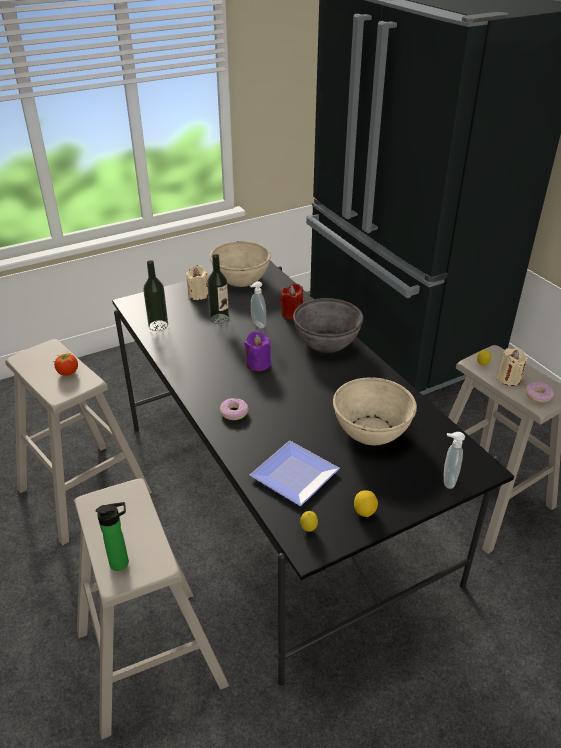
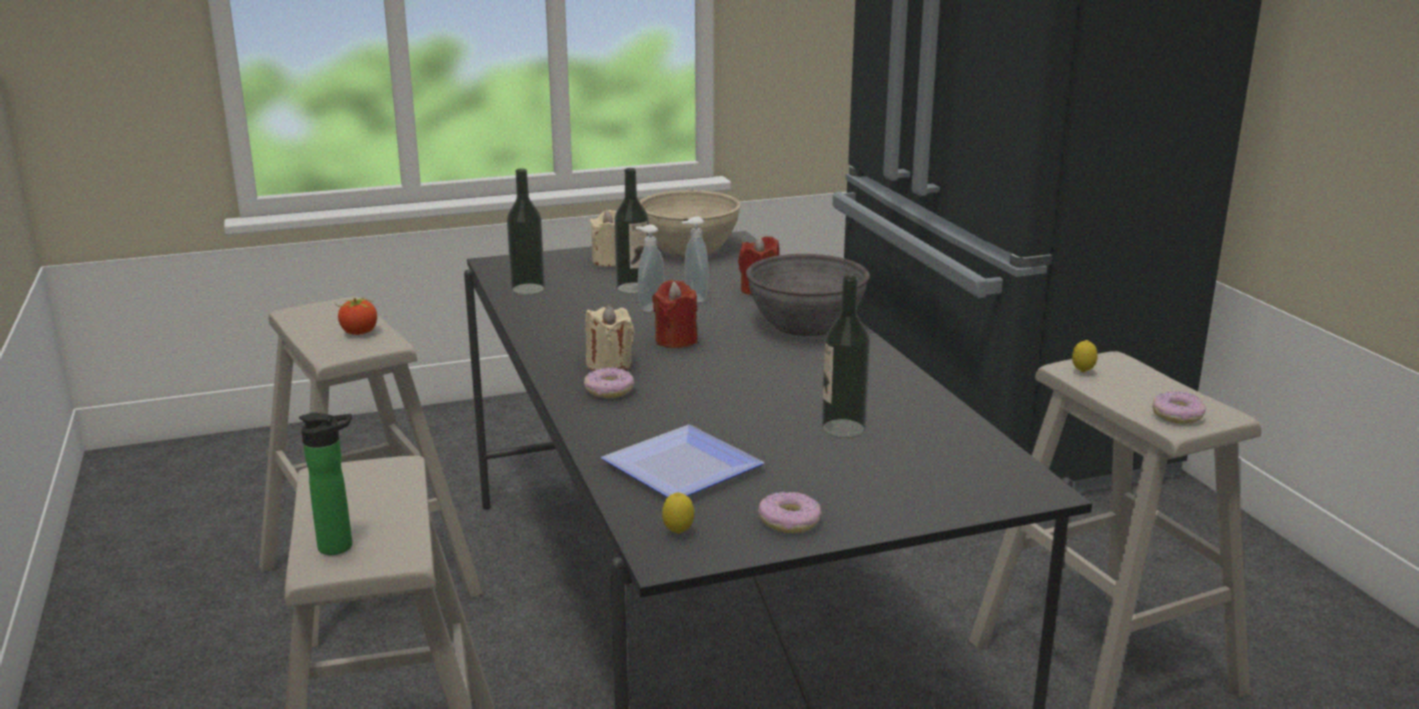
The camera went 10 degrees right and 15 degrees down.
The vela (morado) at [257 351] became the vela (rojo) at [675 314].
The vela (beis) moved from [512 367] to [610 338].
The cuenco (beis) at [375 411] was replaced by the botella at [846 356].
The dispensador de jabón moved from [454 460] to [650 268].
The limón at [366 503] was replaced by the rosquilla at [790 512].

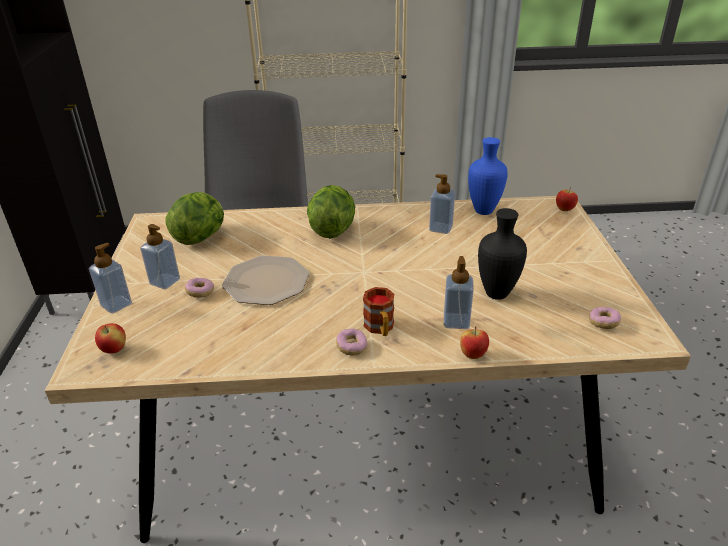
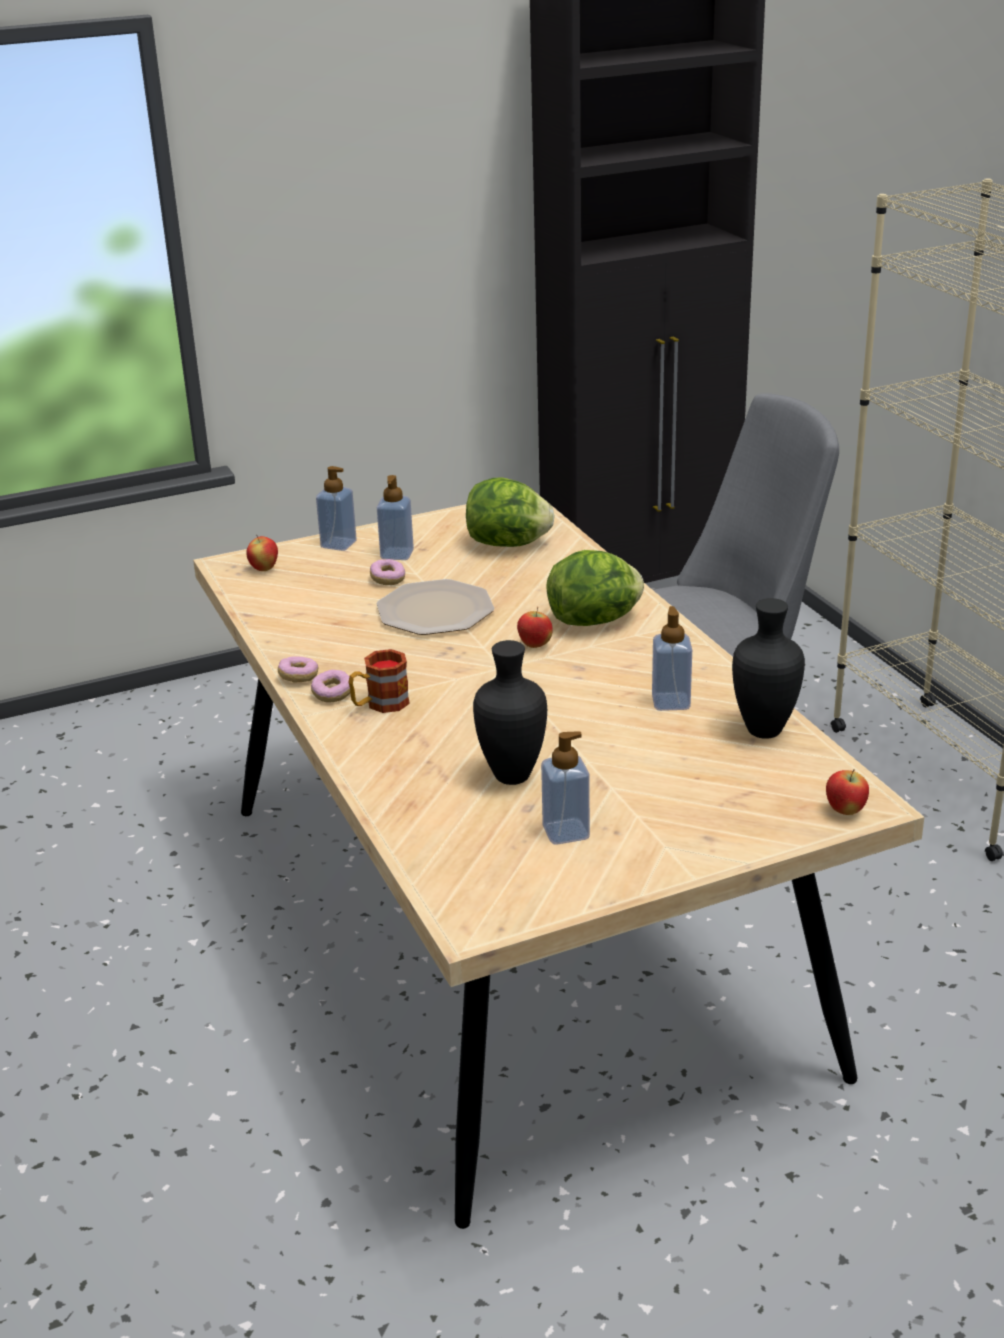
The camera went 70 degrees right and 5 degrees down.
The florero (azul) at [488 176] became the florero (negro) at [768 668].
The dispensador de jabón moved from [459 292] to [565 788].
The rosquilla moved from [605 318] to [298 669].
The manzana moved from [474 342] to [535 627].

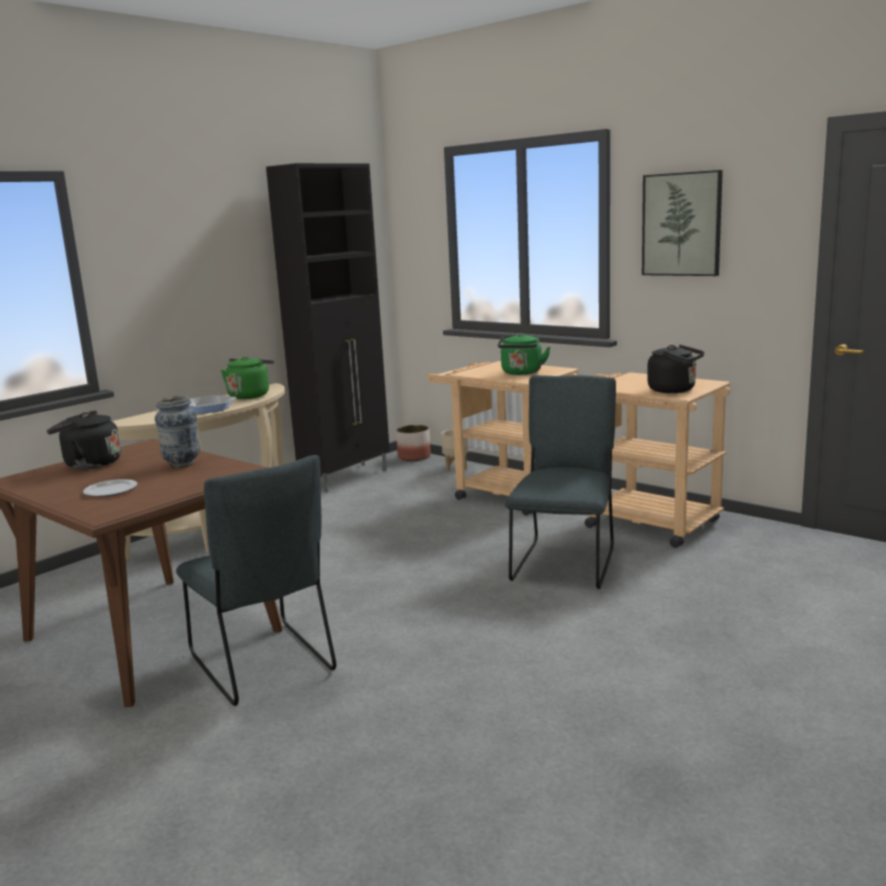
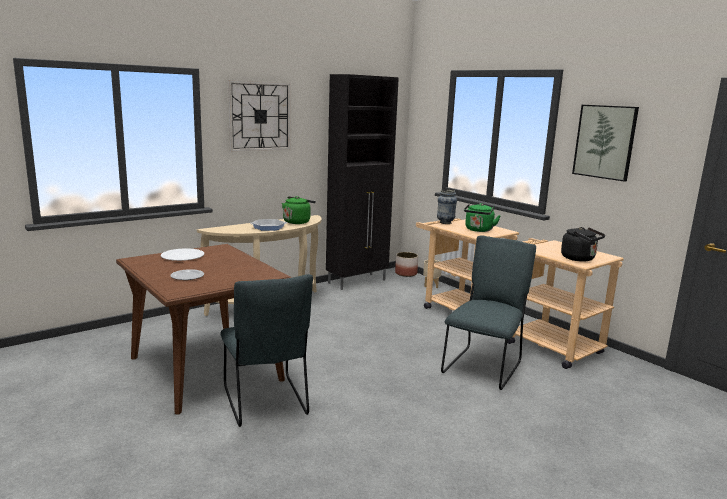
The camera went 10 degrees right and 0 degrees up.
The florero moved from [177 432] to [447 207].
The hervidor (negro) at [84 439] was replaced by the plato (blanco) at [182 254].
The reloj de pared at [259 116] appeared.

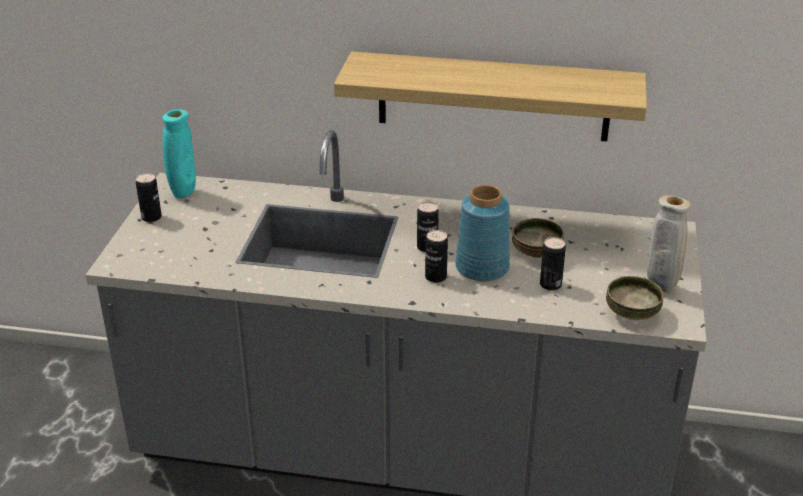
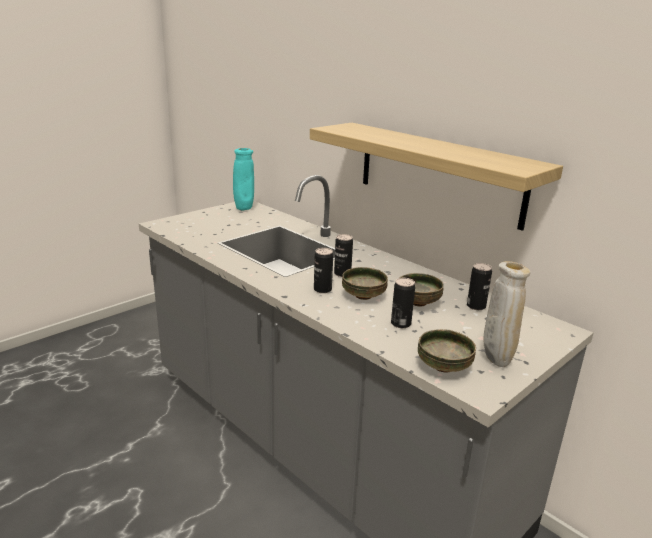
The camera went 35 degrees right and 10 degrees down.
The lata moved from [149 197] to [479 286].
The florero (azul) at [482 233] was replaced by the cuenco at [365 283].

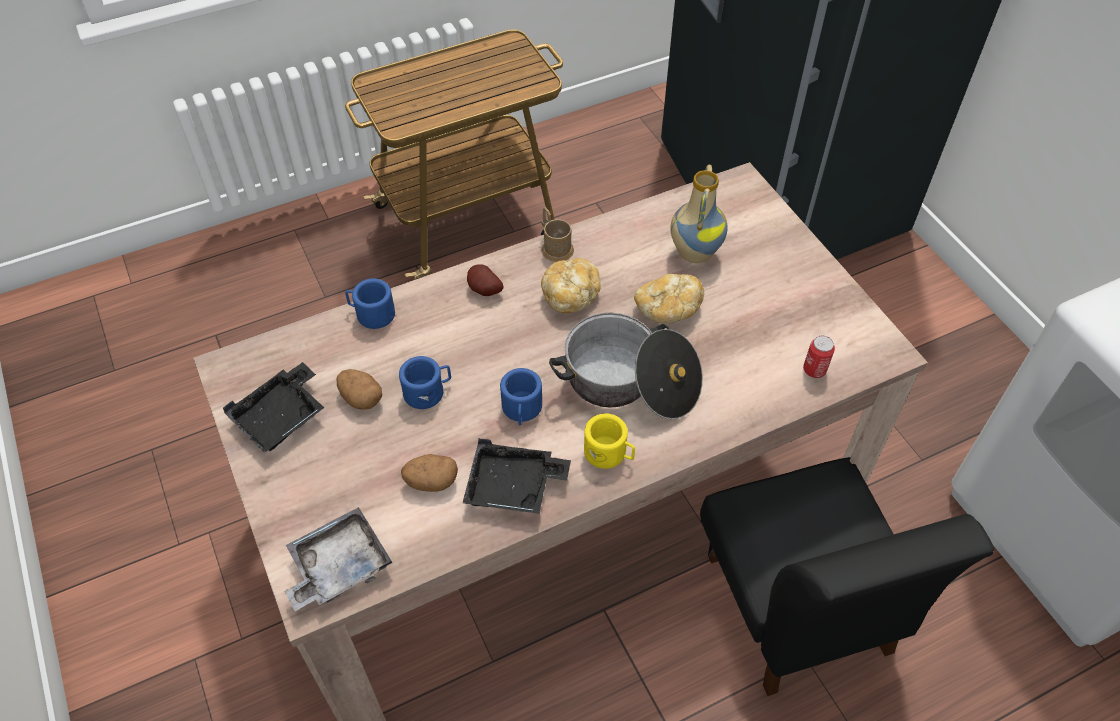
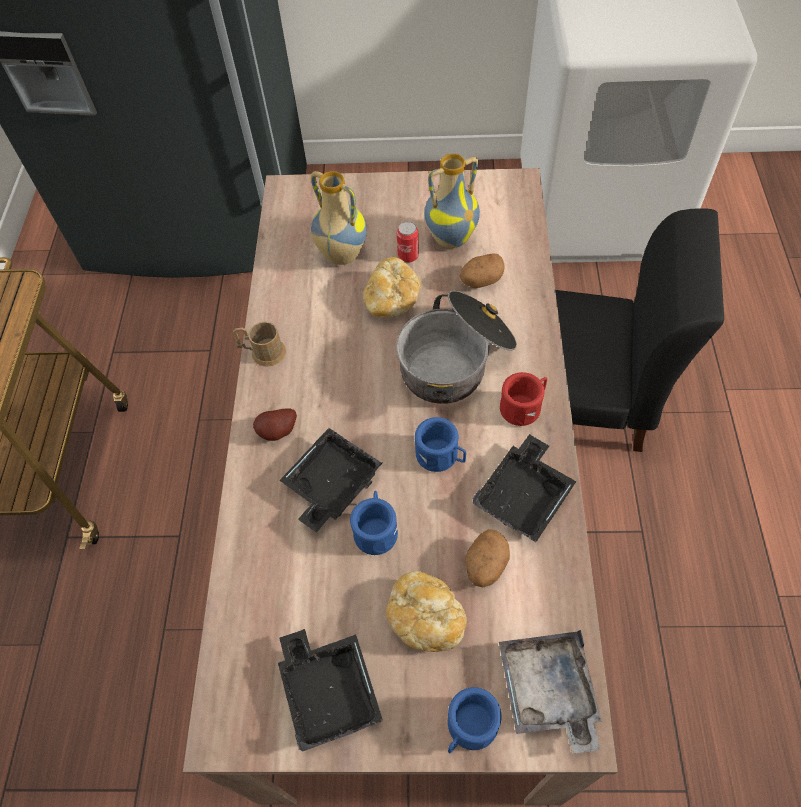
The camera went 60 degrees left and 5 degrees up.
The pan moved from [571 285] to [426 611].
The taza grande (azul) moved from [370 303] to [475 720].
The lata moved from [819 357] to [407 242].
The patata moved from [359 389] to [482 270].
The taza grande (amarillo) at [609 441] became the taza grande (rojo) at [523 399].
The florero at [452 201] appeared.
The bandeja (negro) at [331 480] appeared.

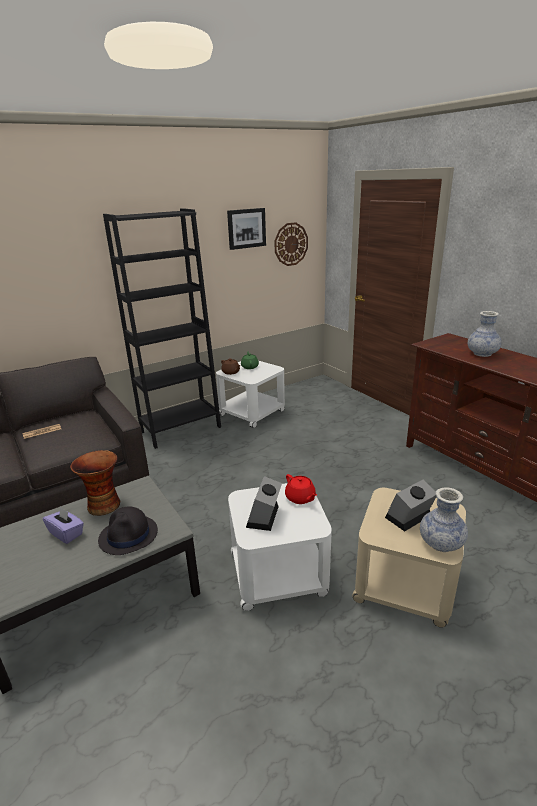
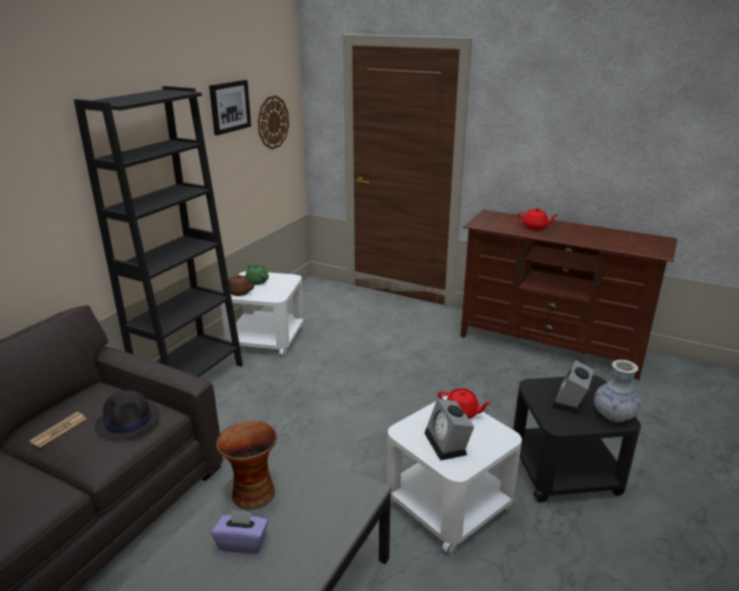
The camera went 30 degrees left and 0 degrees up.
The florero at [485 334] was replaced by the tetera (rojo) at [537 219].
The mesa auxiliar (beis) at [409 558] became the mesa auxiliar (negro) at [577 439].
The sombrero (negro) moved from [128 531] to [127 415].

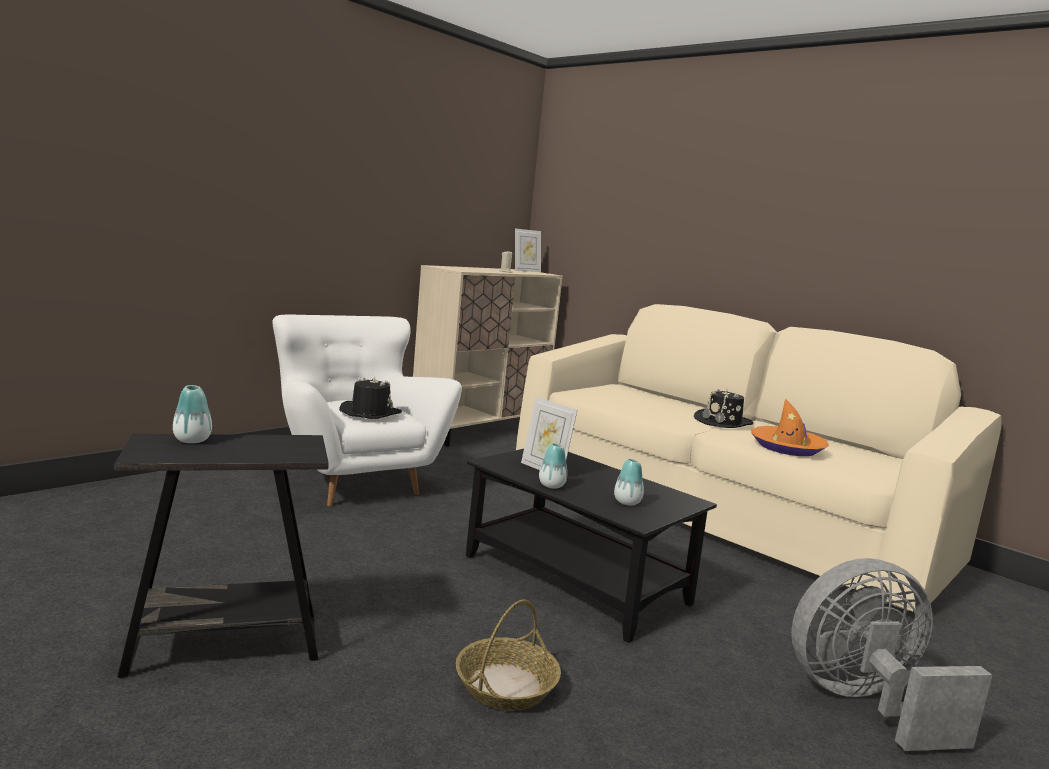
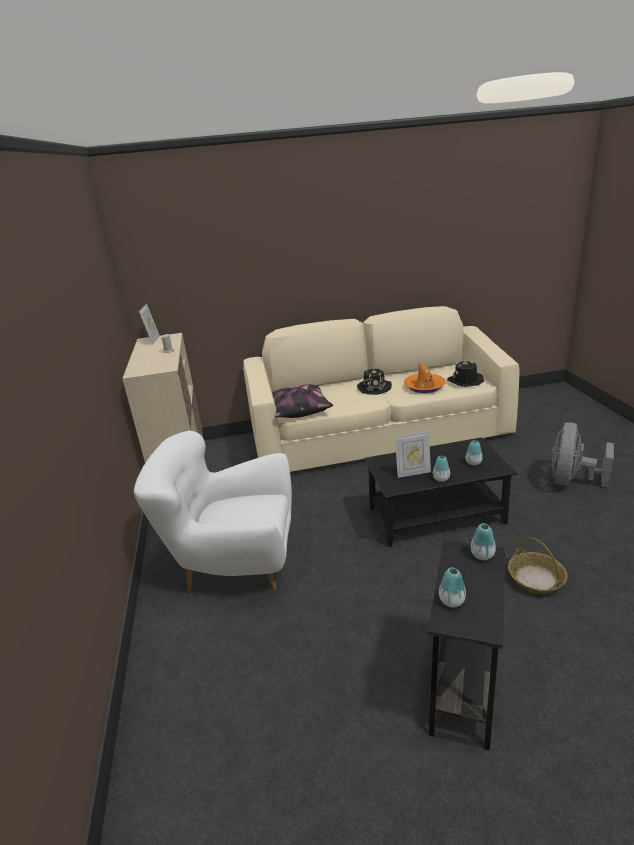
The camera went 50 degrees left and 15 degrees up.
The sombrero (negro) moved from [370 397] to [465 373].
The cojín at [302 401] appeared.
The florero at [483 541] appeared.

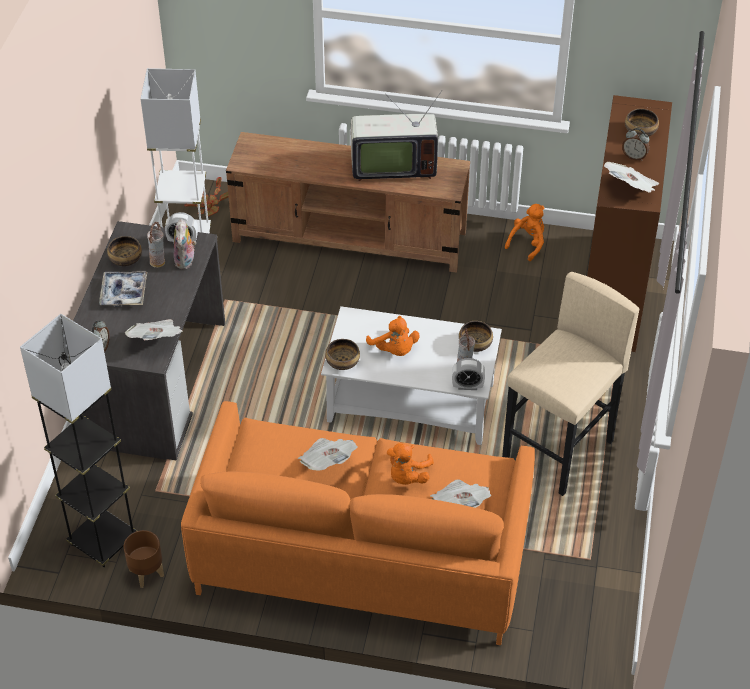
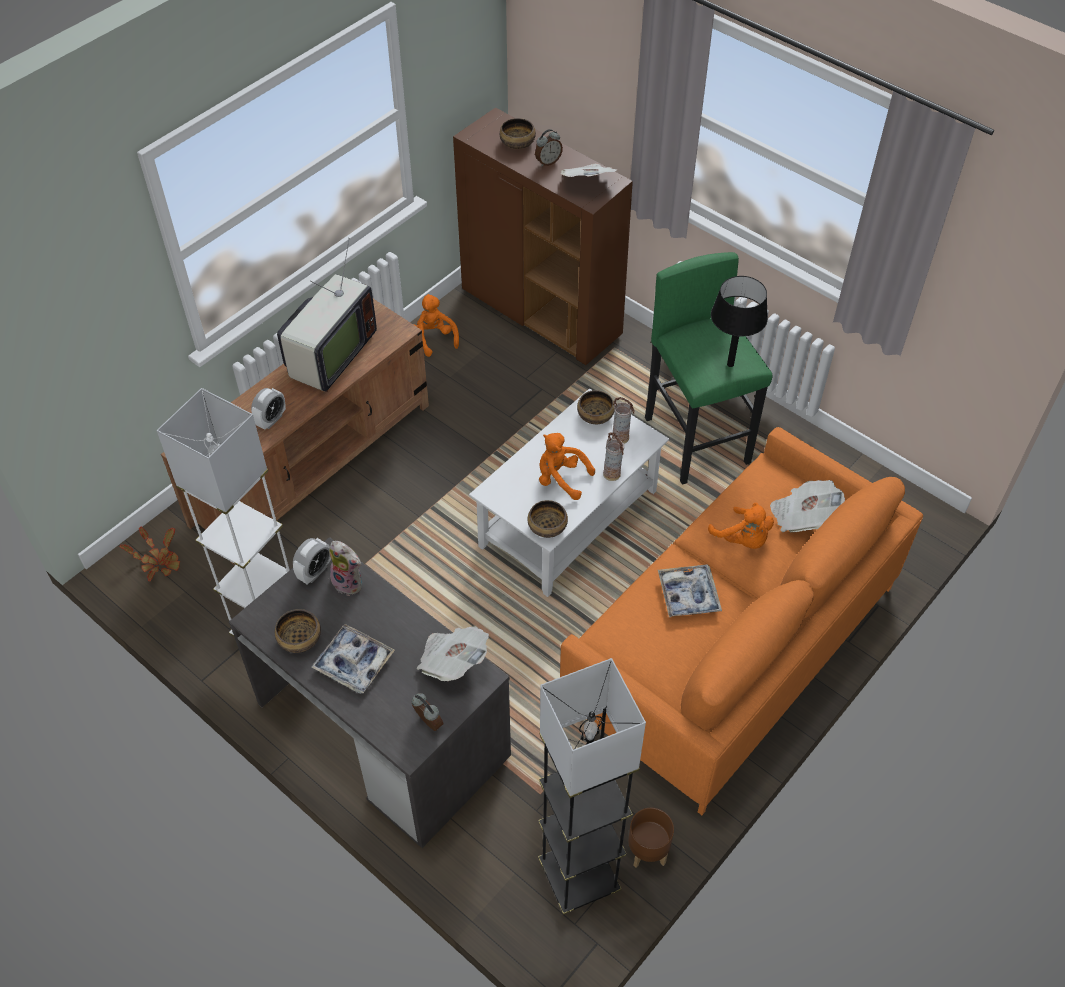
The camera went 60 degrees left and 5 degrees up.
The florero moved from [156 245] to [613 456].
The taburete (beis) at [570 384] became the taburete (verde) at [709 368].
The peluche (naranja) at [393 336] turned 150 degrees counterclockwise.
The despertador moved from [468 374] to [268 409].
The periódico at [328 454] was replaced by the bandeja at [690 591].
The lámpara de mesa (negro) at [739 321] appeared.

